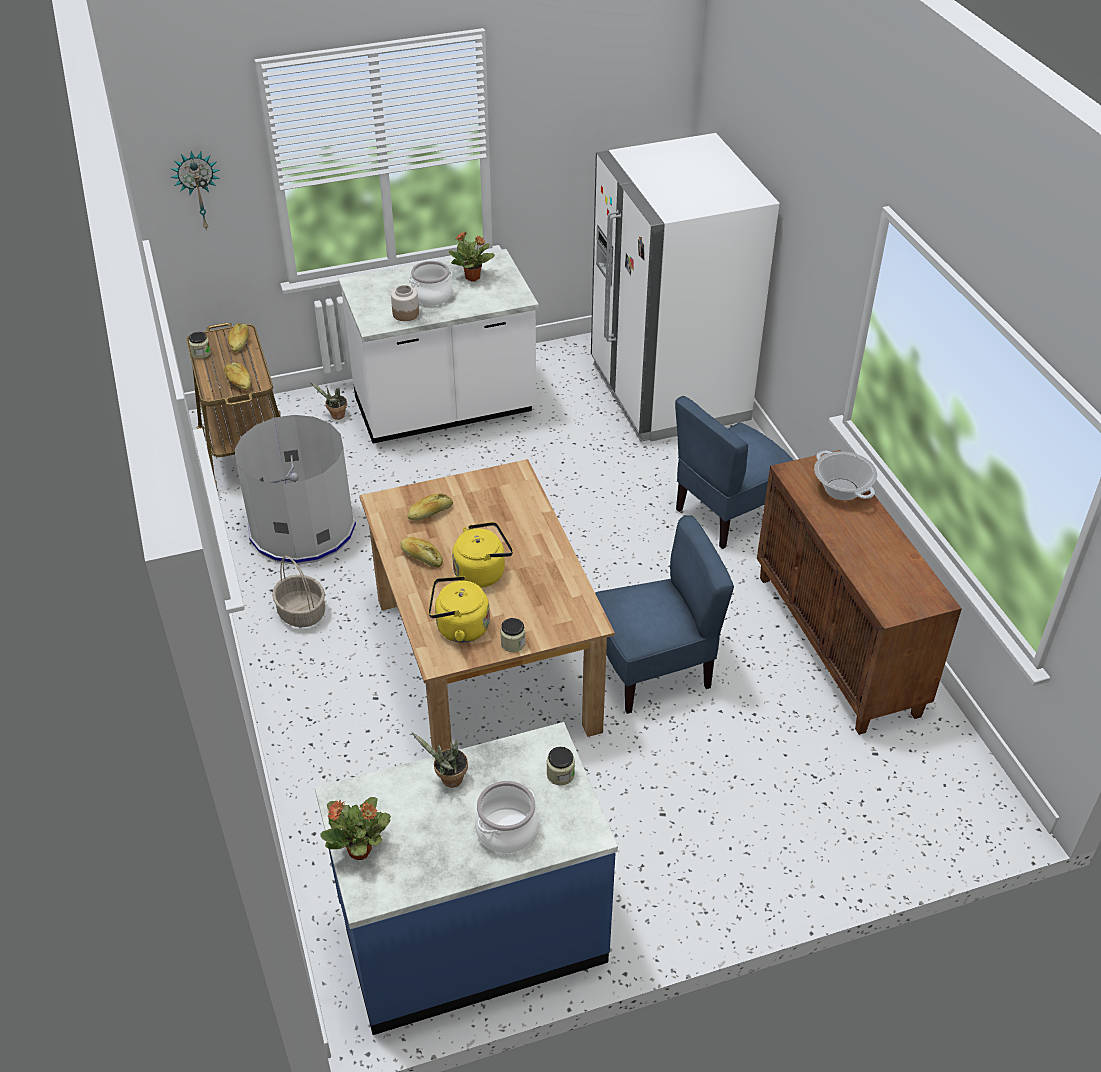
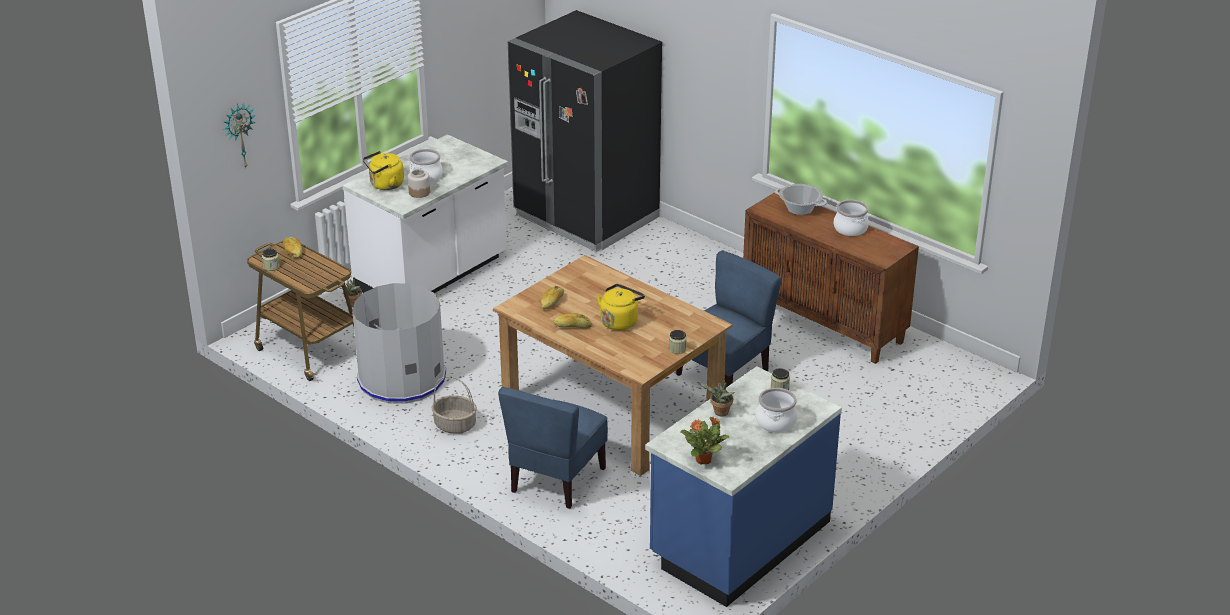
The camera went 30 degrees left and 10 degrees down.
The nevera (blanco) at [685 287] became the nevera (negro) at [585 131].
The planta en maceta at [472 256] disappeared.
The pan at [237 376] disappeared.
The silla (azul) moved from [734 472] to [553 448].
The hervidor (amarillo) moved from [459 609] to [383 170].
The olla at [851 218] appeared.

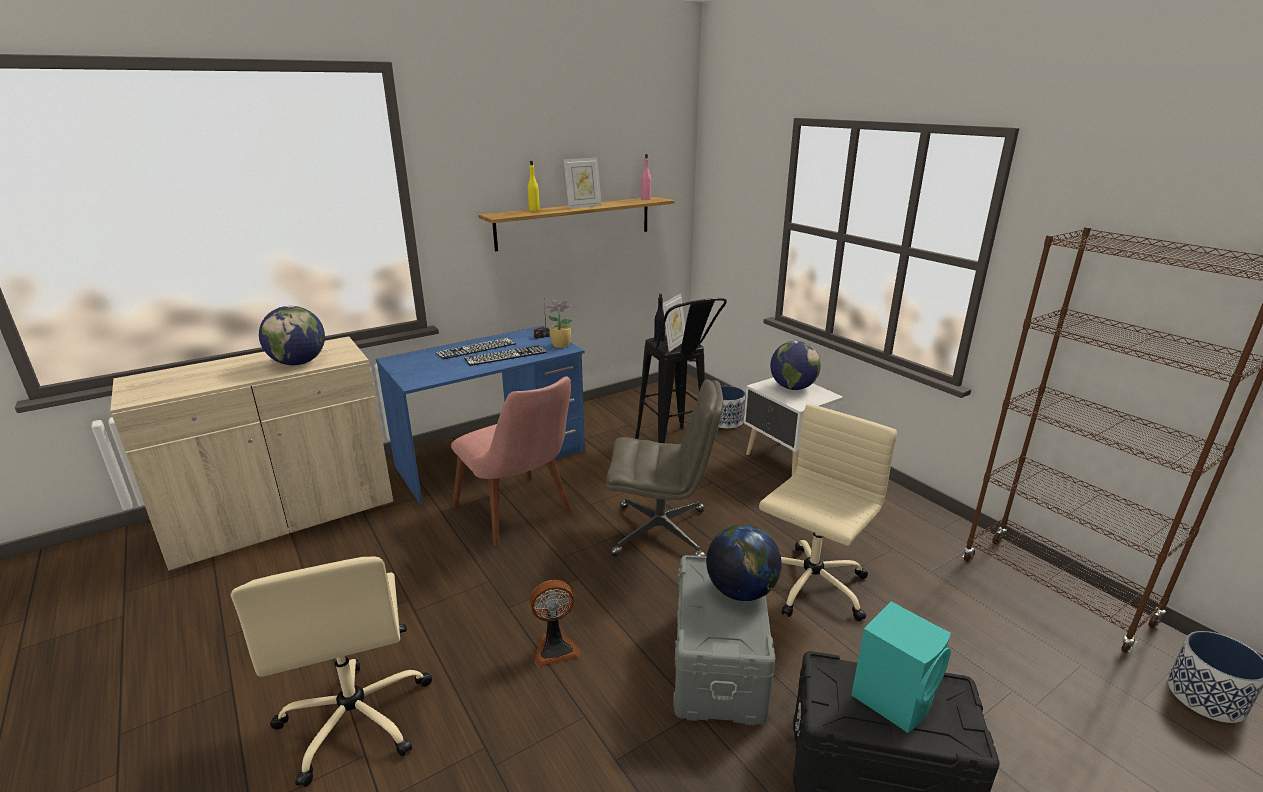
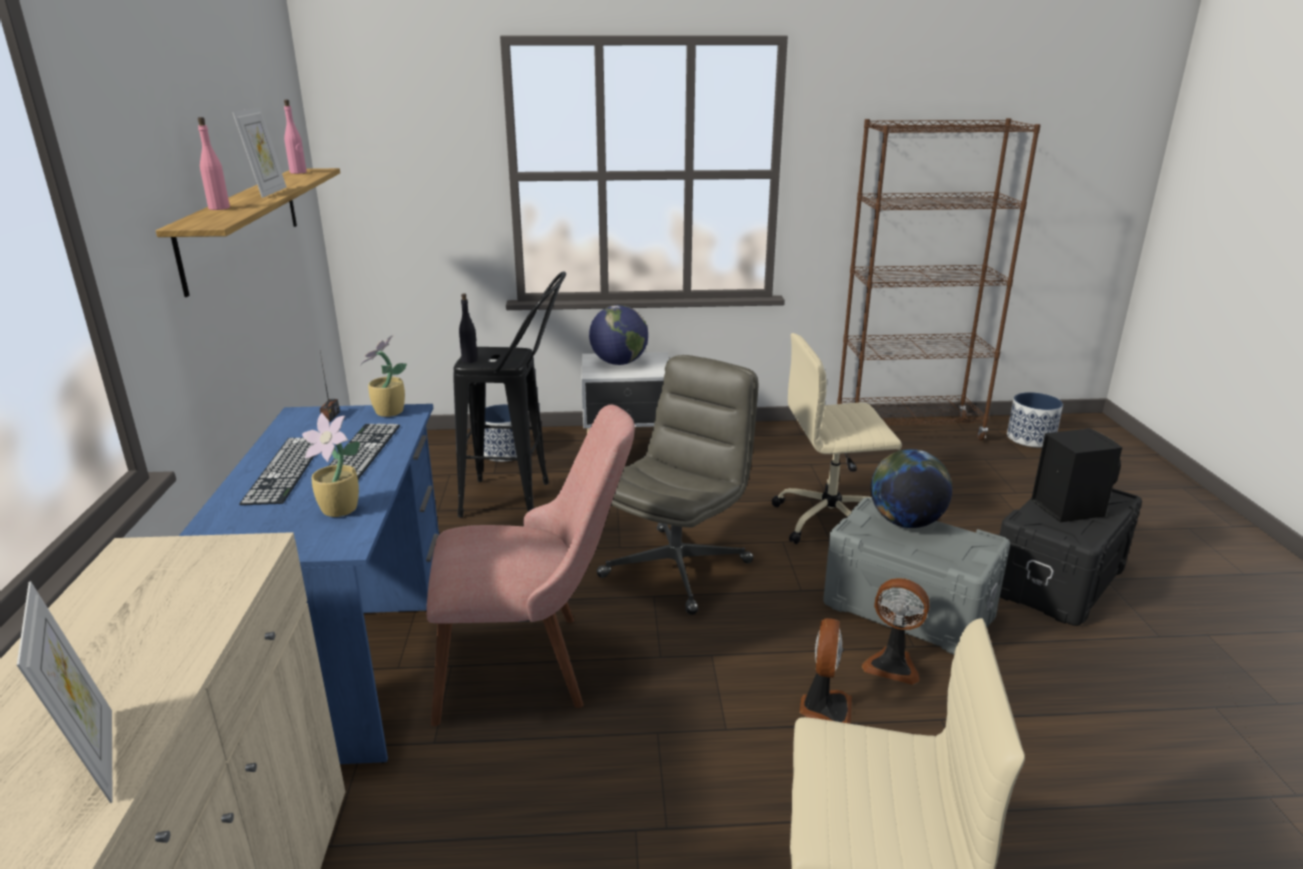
The camera went 60 degrees left and 0 degrees up.
The botella (amarillo) at [534 186] became the botella (rosa) at [214 163].
The portarretratos moved from [674 323] to [64 692].
The globo terráqueo at [292 335] disappeared.
The silla de oficina (beis) at [828 512] turned 75 degrees counterclockwise.
The altavoz (turquesa) at [901 667] became the altavoz (negro) at [1076 475].
The planta en maceta at [331 465] appeared.
The ventilador at [895 631] appeared.

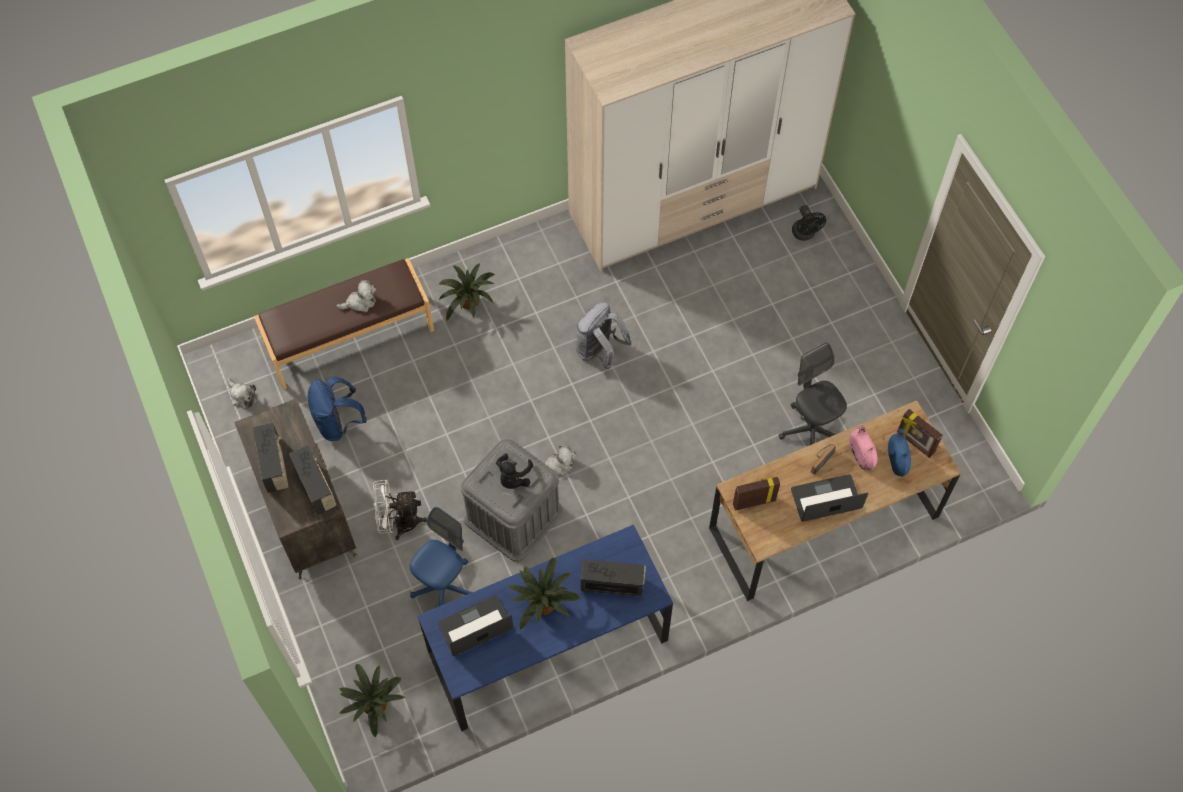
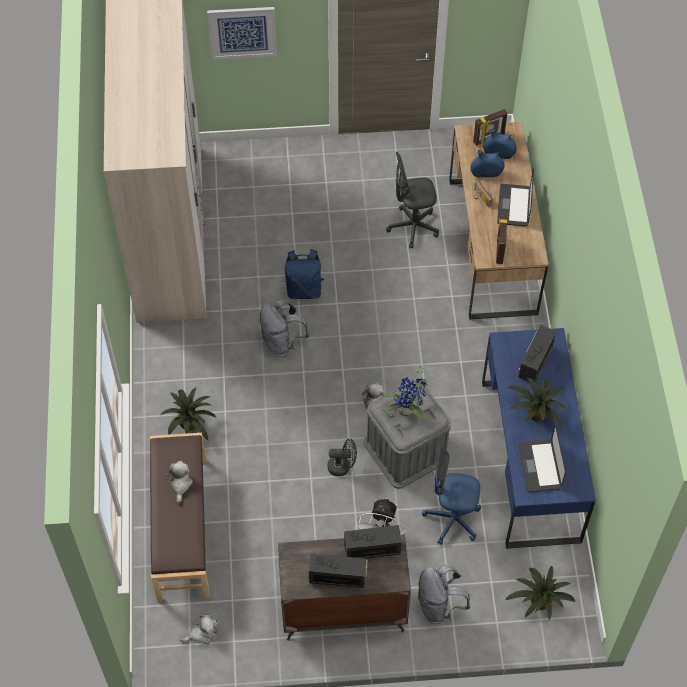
The camera went 70 degrees left and 5 degrees down.
The ventilador (negro) moved from [809 223] to [342 457].
The mochila (azul) moved from [337 409] to [303 274].
The florero (rosa) at [863 447] became the florero (azul) at [487 163].
The peluche (negro) at [514 471] was replaced by the planta en maceta at [406 392].
The silla de oficina (azul) at [440 556] turned 45 degrees counterclockwise.
The cuadro at [242 33] appeared.
The mochila (gris) at [443 594] appeared.

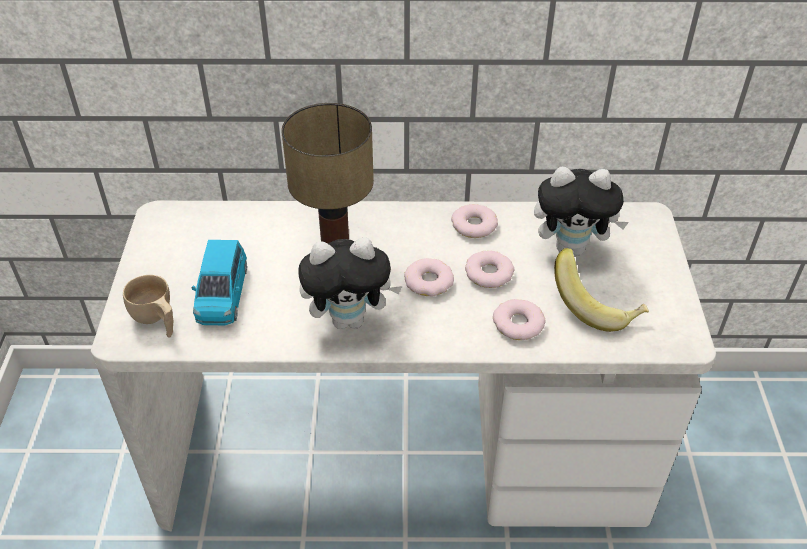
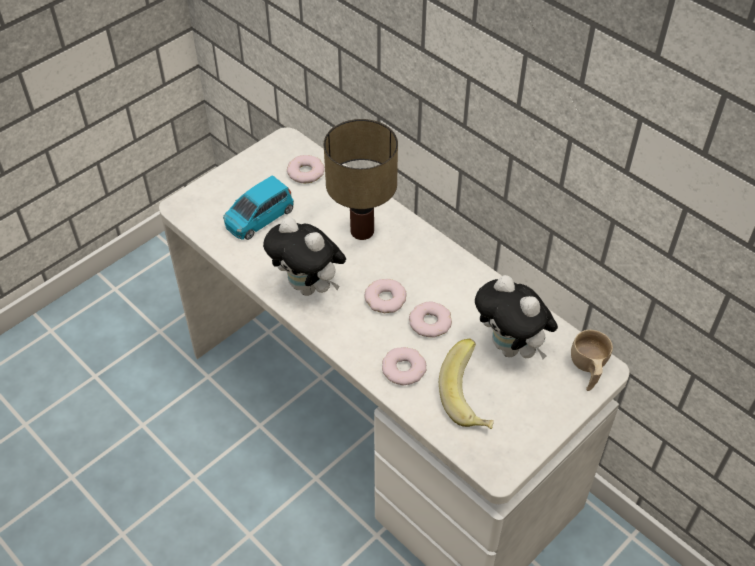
The camera went 45 degrees right and 5 degrees up.
The rosquilla moved from [474 221] to [306 169].
The taza (beis) moved from [148 306] to [592 360].

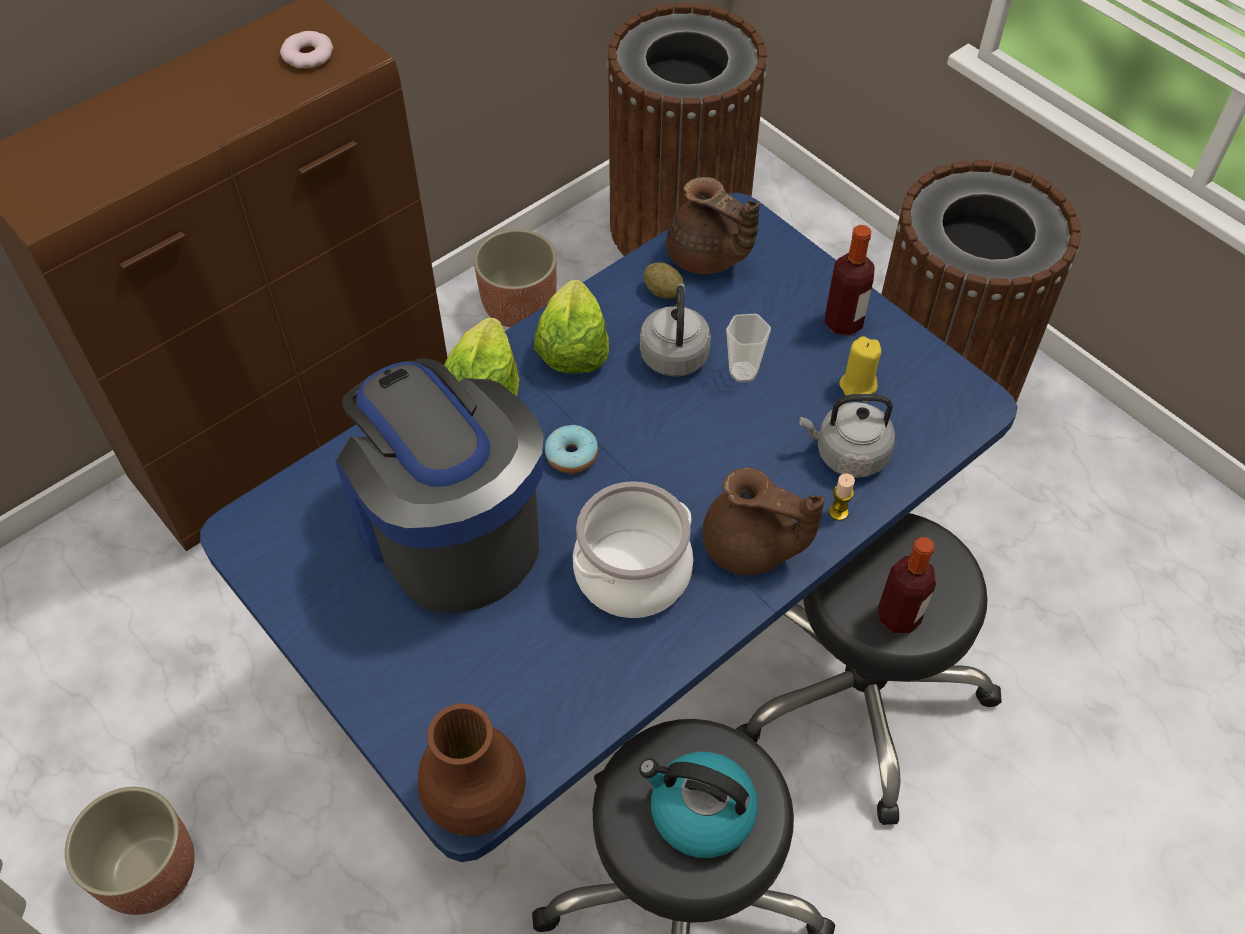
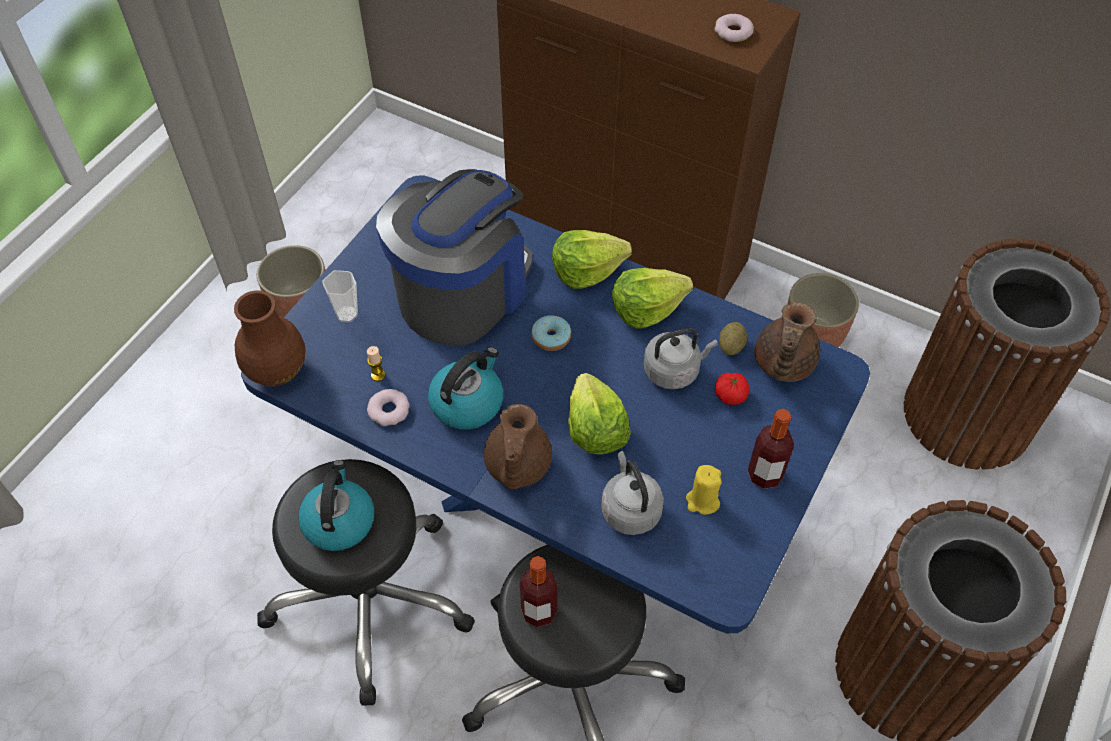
The camera went 70 degrees right and 0 degrees up.
The taza moved from [748 348] to [340 296].
The vela moved from [842 497] to [376 363].
The olla at [633 549] was replaced by the hervidor at [465 388].
The lechuga at [599 414] appeared.
The tomate at [732 389] appeared.
The rosquilla at [388 407] appeared.

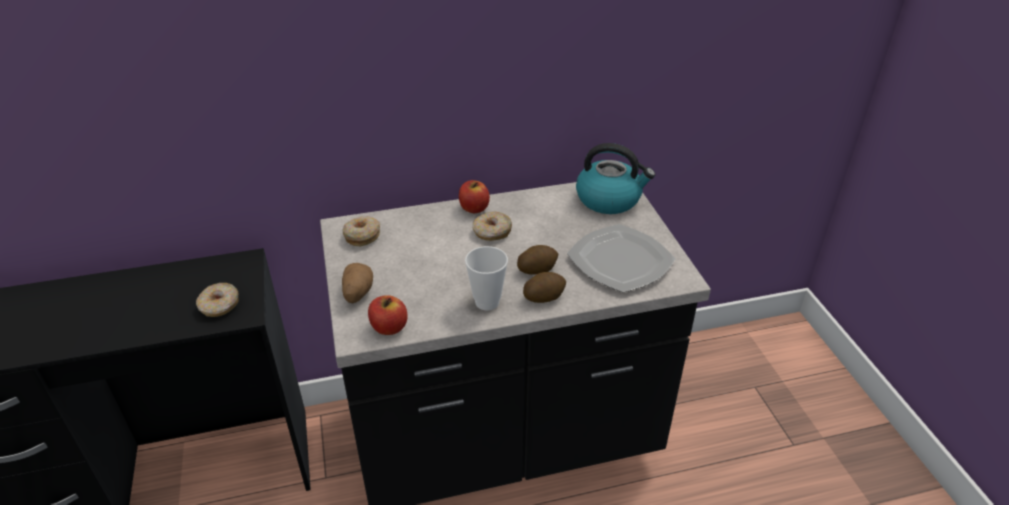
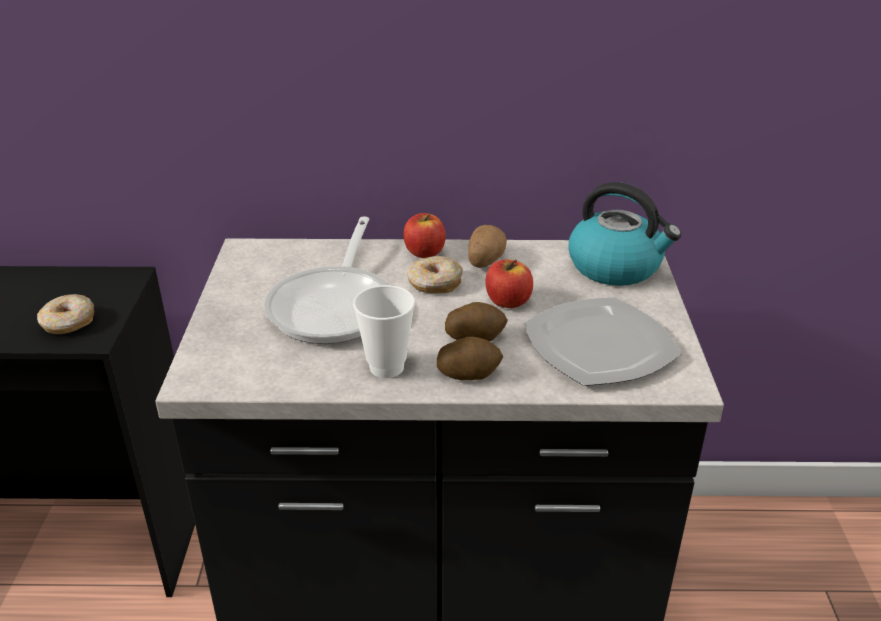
The camera went 15 degrees right and 5 degrees down.
The rosquilla at [361 231] disappeared.
The patata moved from [357 283] to [487 246].
The manzana moved from [388 315] to [509 284].
The sartén at [326 280] appeared.

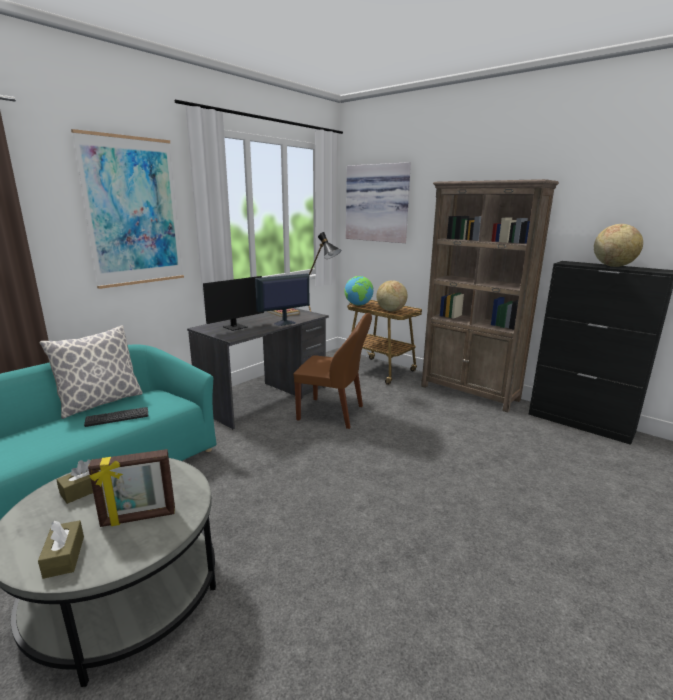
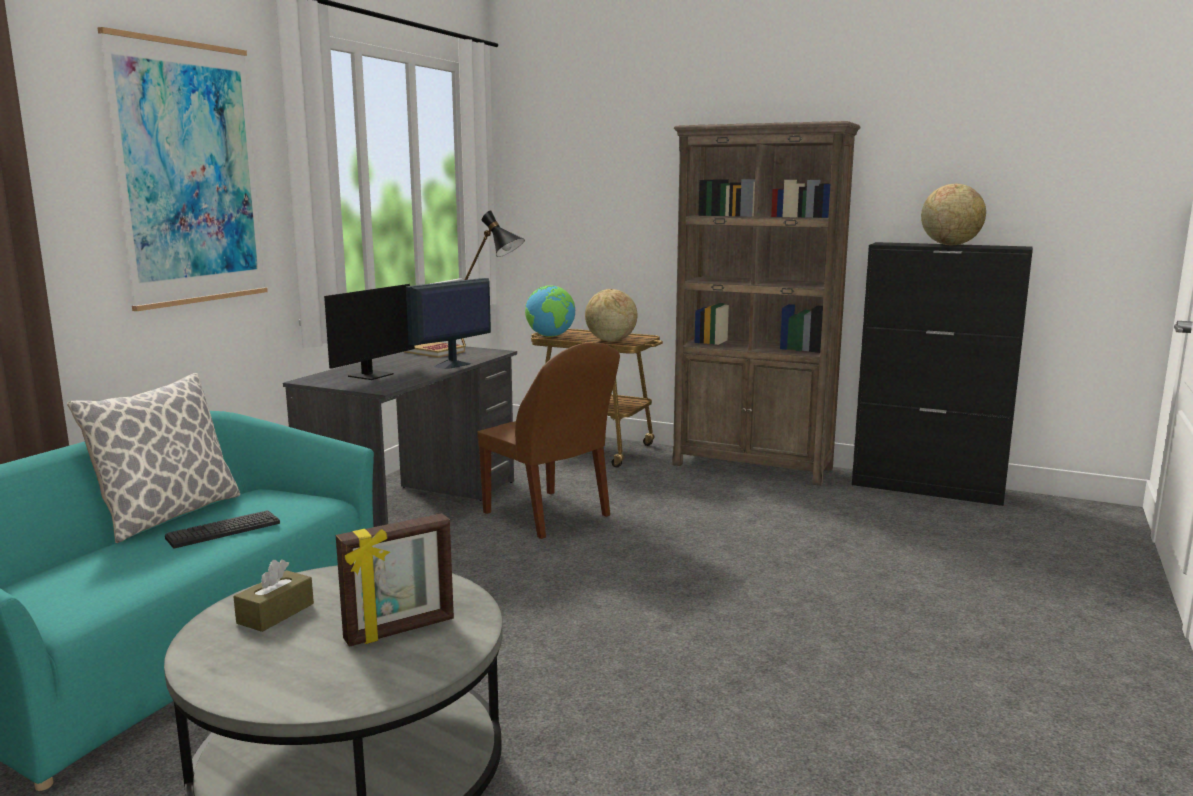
The camera went 15 degrees left and 5 degrees down.
The cuadro at [378 202] disappeared.
The silla (marrón) at [332 371] turned 45 degrees clockwise.
The caja de pañuelos (marrón) at [61 549] disappeared.

